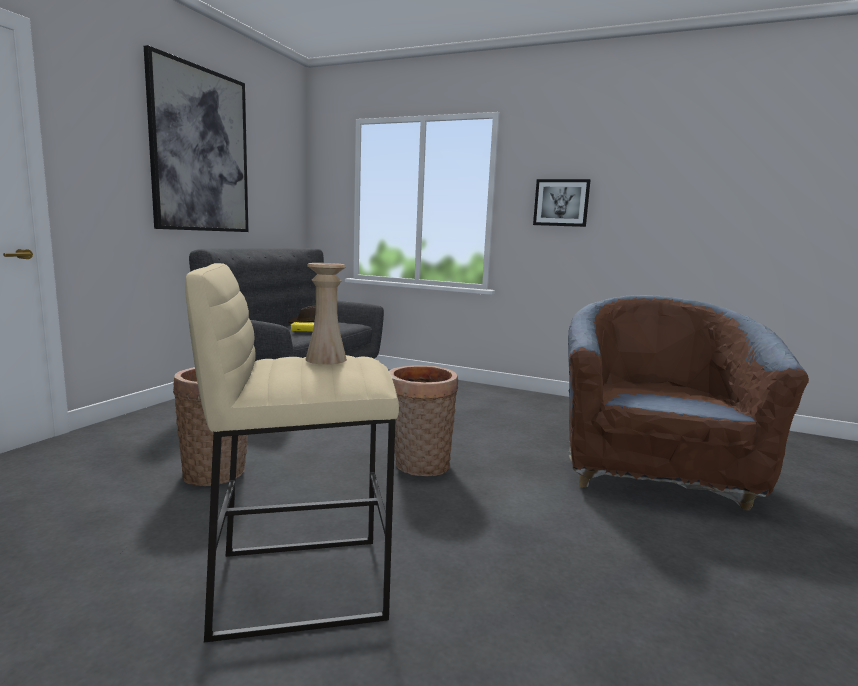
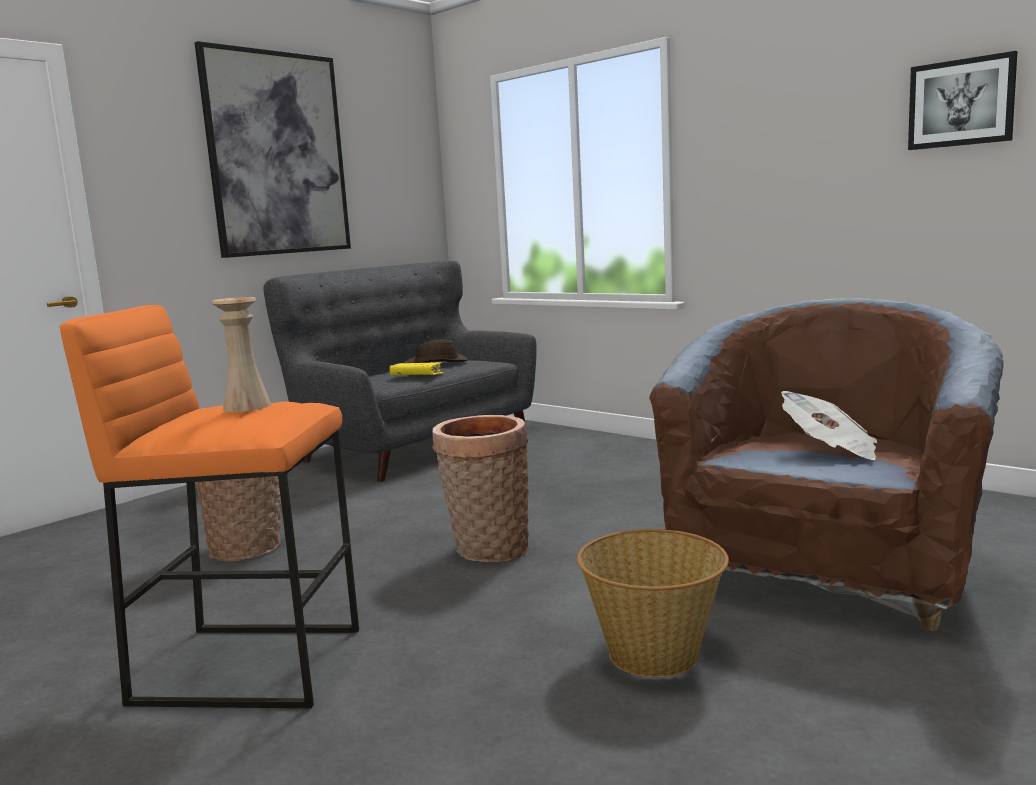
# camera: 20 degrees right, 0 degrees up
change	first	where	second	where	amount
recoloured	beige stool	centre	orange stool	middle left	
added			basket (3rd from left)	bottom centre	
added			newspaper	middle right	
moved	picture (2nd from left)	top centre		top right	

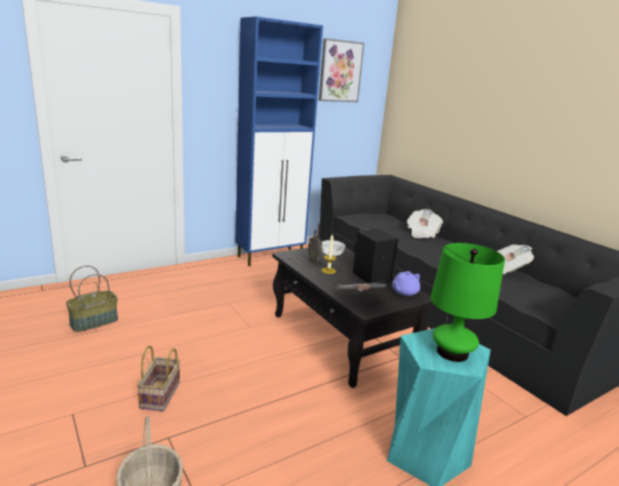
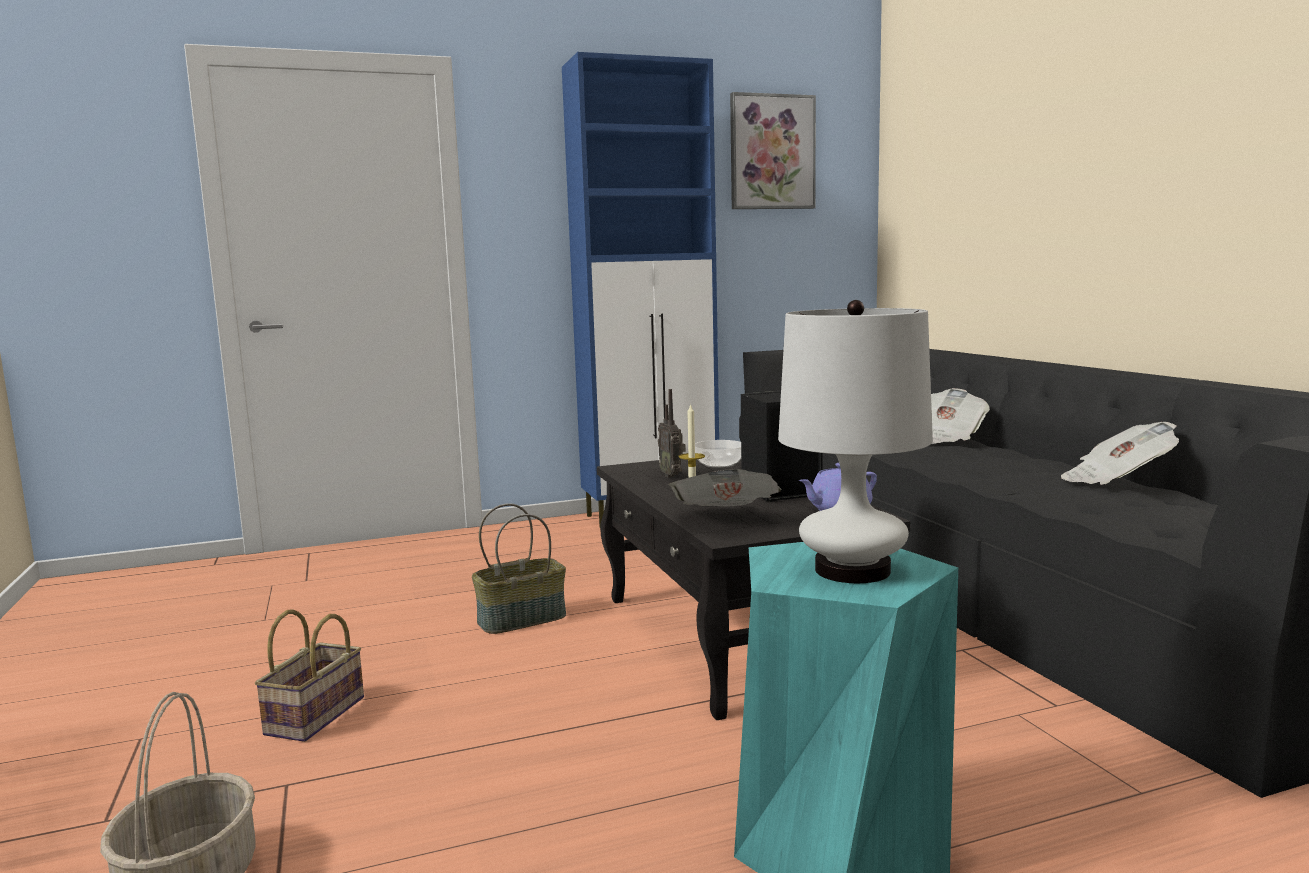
# camera: 15 degrees right, 10 degrees down
change	first	where	second	where	amount
moved	basket (1st from left in the first image)	middle left	basket (3rd from left)	centre	
recoloured	green table lamp	middle right	white table lamp	centre	

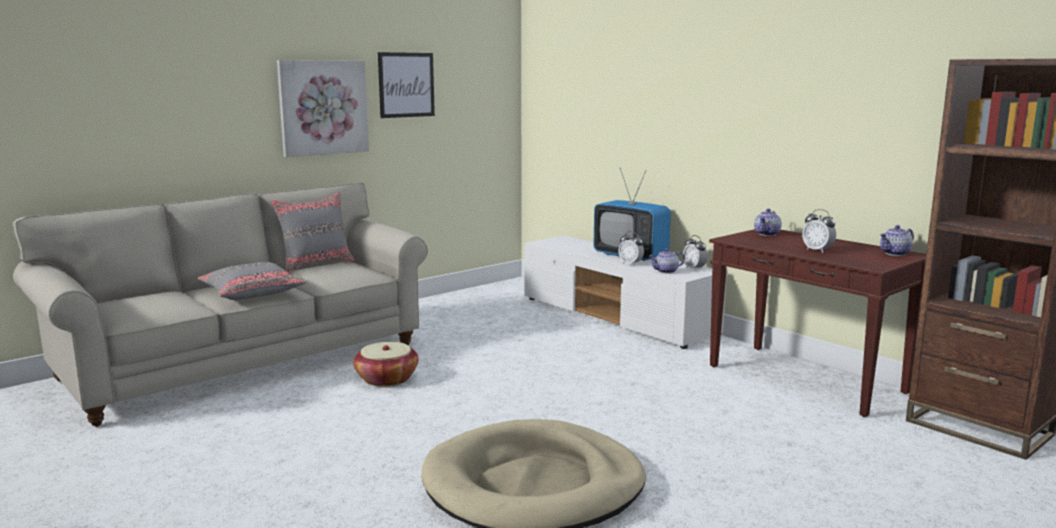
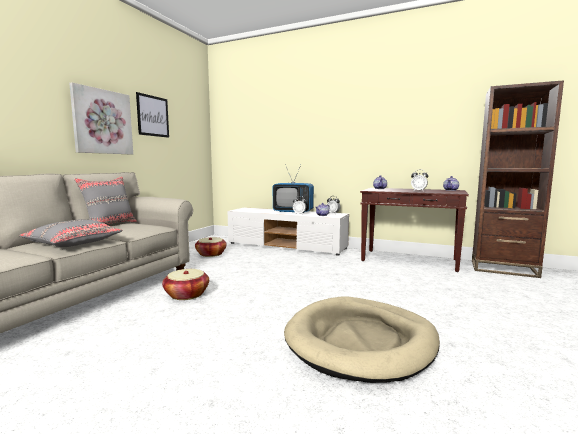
# camera: 25 degrees left, 5 degrees down
change	first	where	second	where	amount
added			basket (2nd from left)	centre	

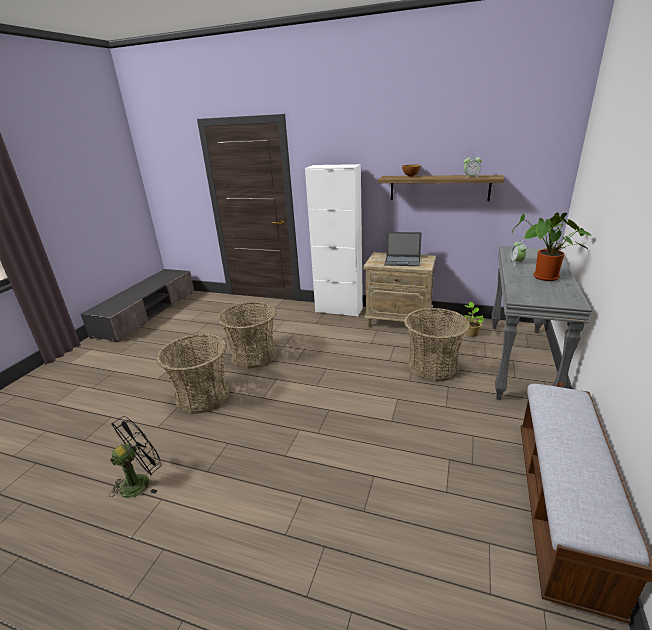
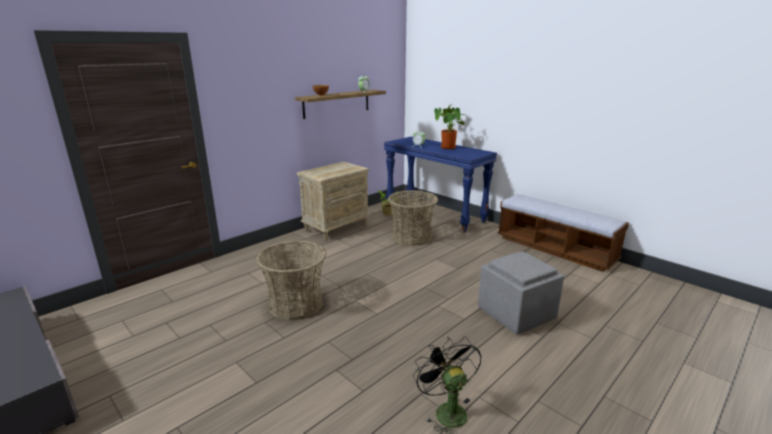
# camera: 65 degrees left, 5 degrees down
change	first	where	second	where	amount
recoloured	grey console table	middle right	blue console table	centre	
added			grey ottoman	bottom right	
removed	basket (1st from left)	middle left			
removed	white cabinet	centre			
removed	laptop	centre			

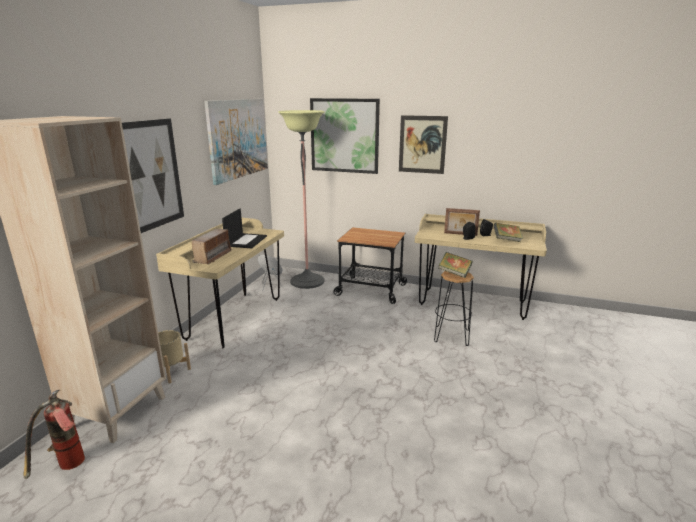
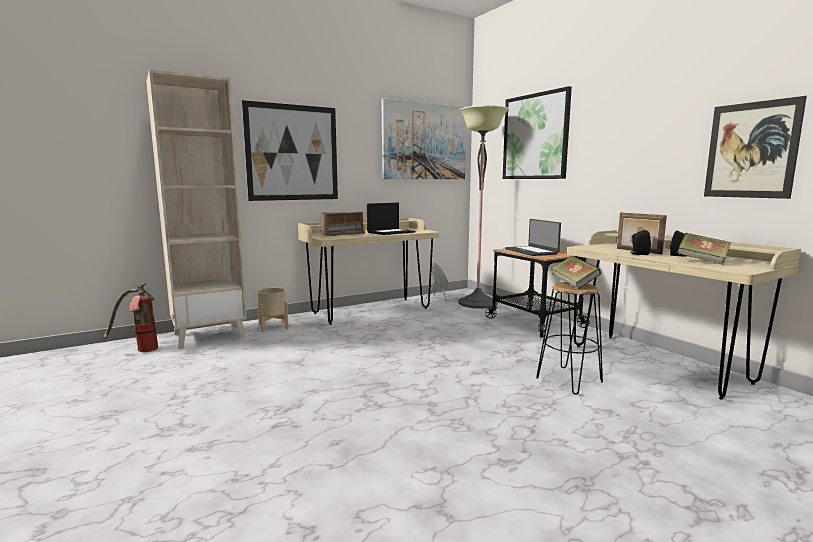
# camera: 40 degrees right, 10 degrees down
change	first	where	second	where	amount
added			laptop (2nd from left)	centre	
moved	picture (4th from left)	top centre		top right	

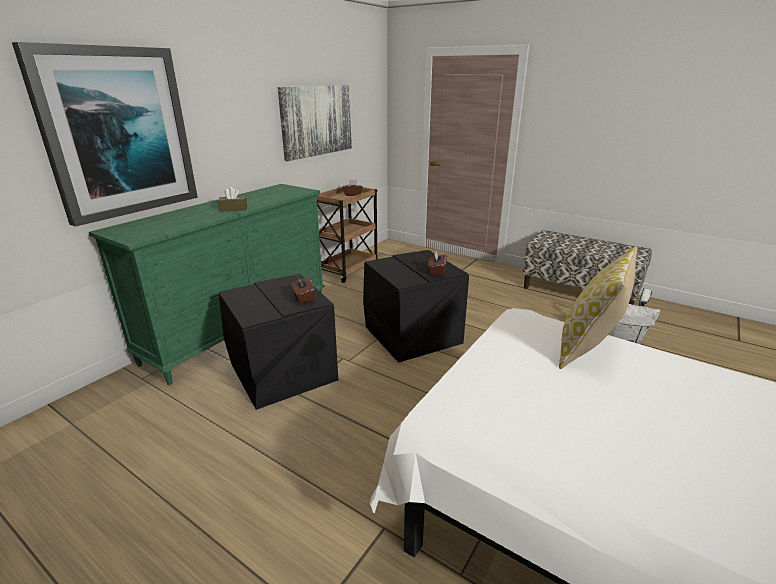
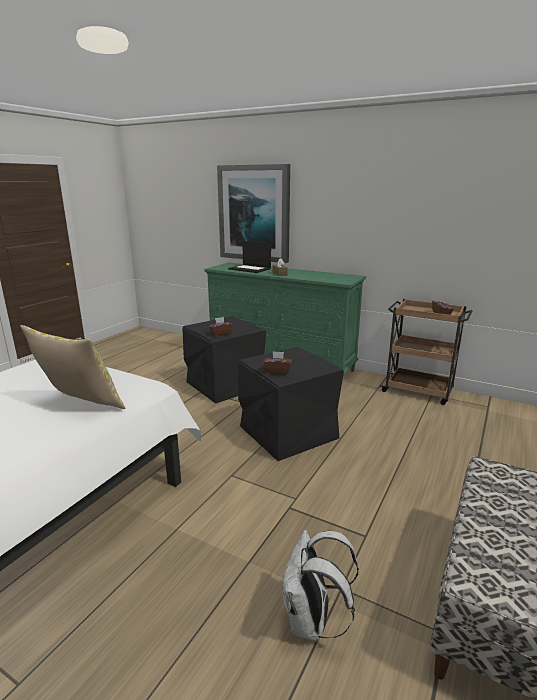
# camera: 85 degrees right, 5 degrees down
change	first	where	second	where	amount
added			laptop	centre	
removed	picture (2nd from left)	top centre			

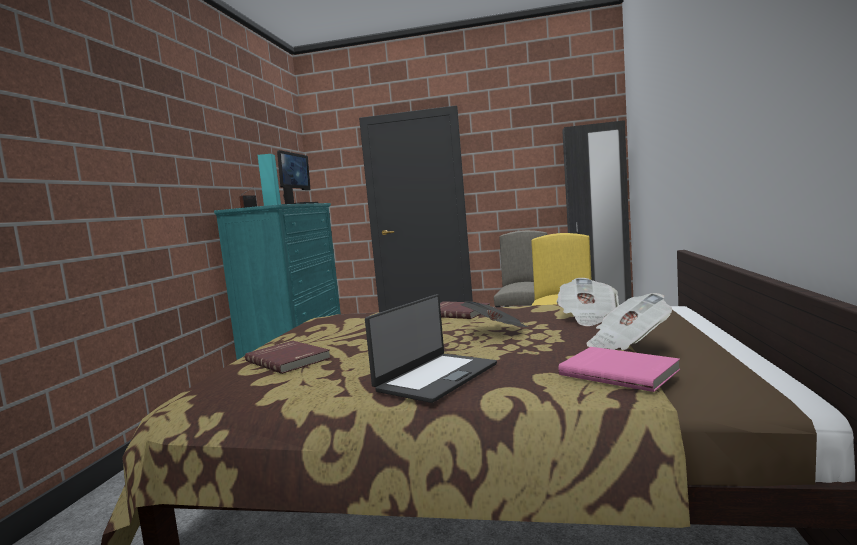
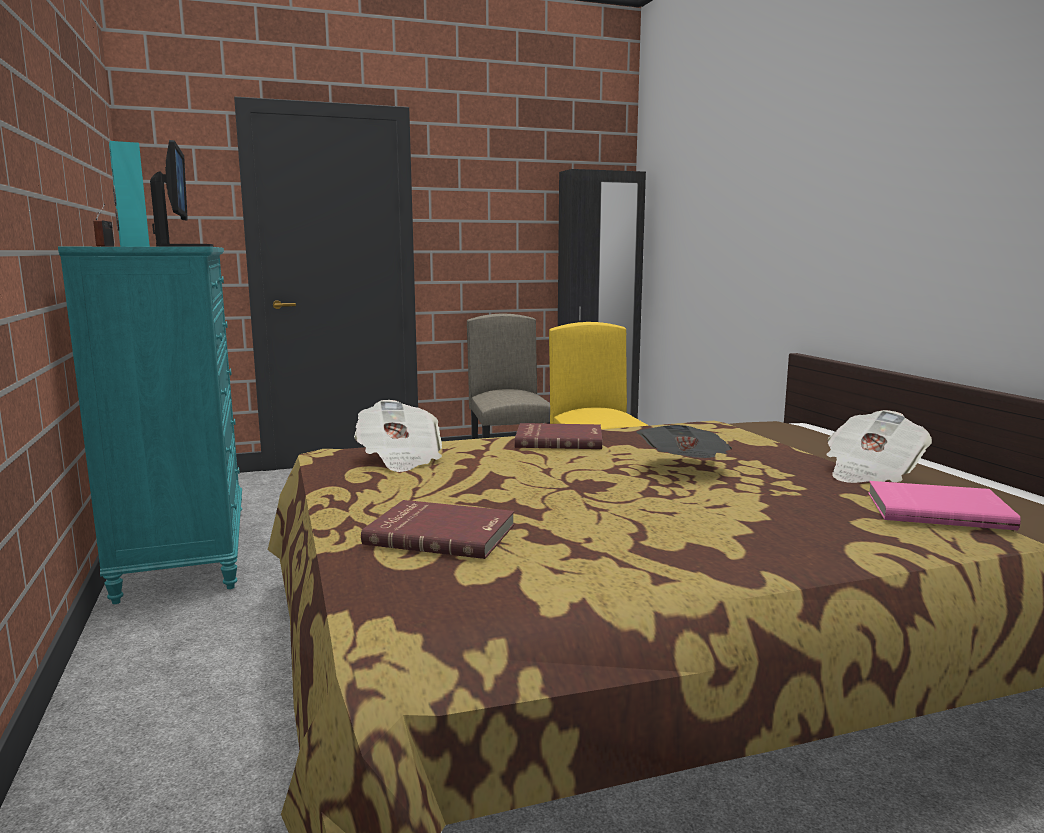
# camera: 30 degrees left, 5 degrees up
change	first	where	second	where	amount
moved	newspaper (2nd from left in the first image)	middle right	newspaper (1st from left)	centre	
removed	laptop	centre			

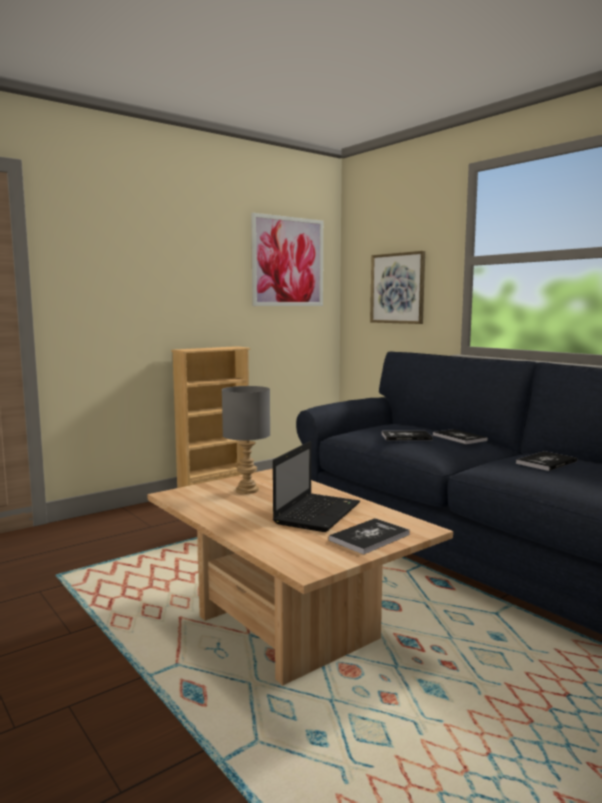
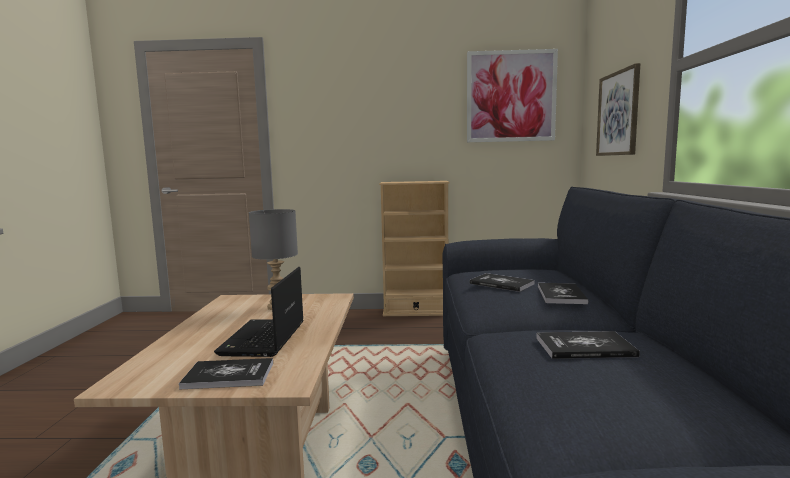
# camera: 40 degrees right, 0 degrees up
change	first	where	second	where	amount
turned	laptop	centre		middle left	120 degrees clockwise

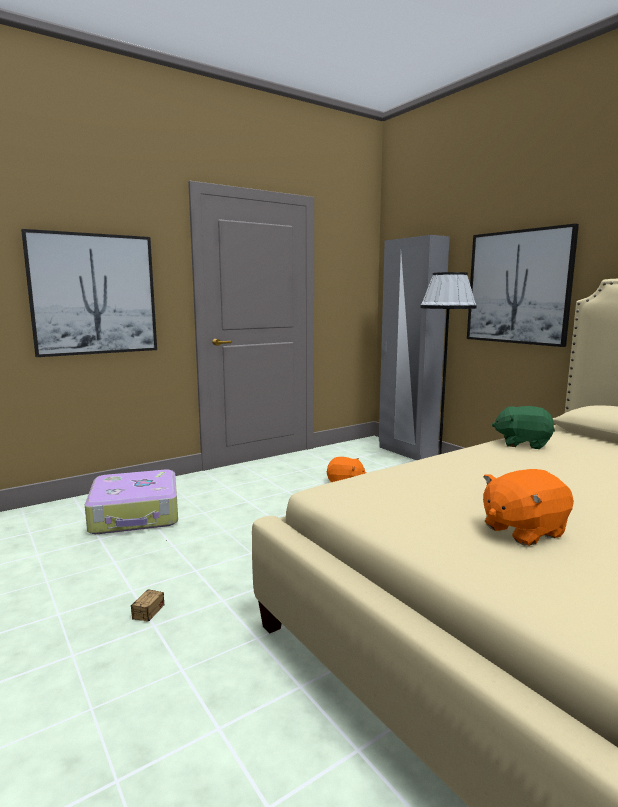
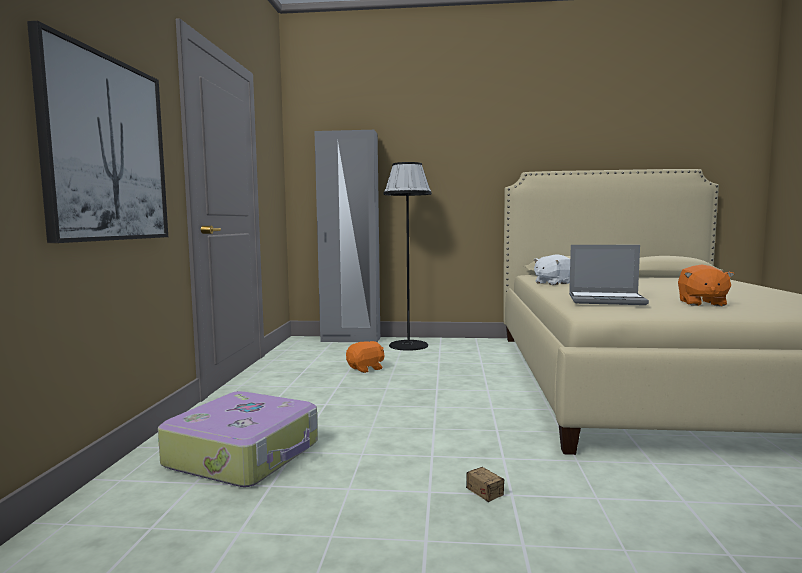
# camera: 50 degrees left, 5 degrees down
change	first	where	second	where	amount
recoloured	green plush toy	middle right	white plush toy	middle right	
added			laptop	middle right	
removed	picture (2nd from left)	middle right			

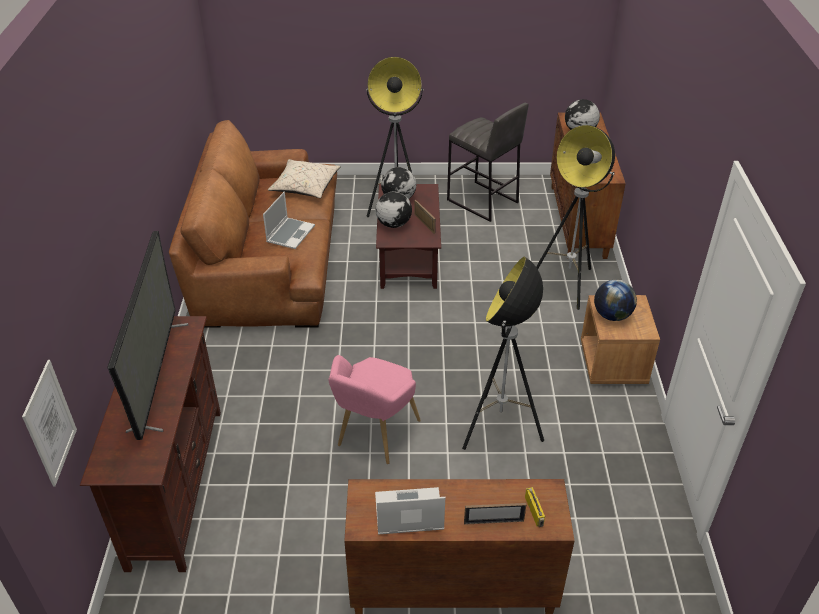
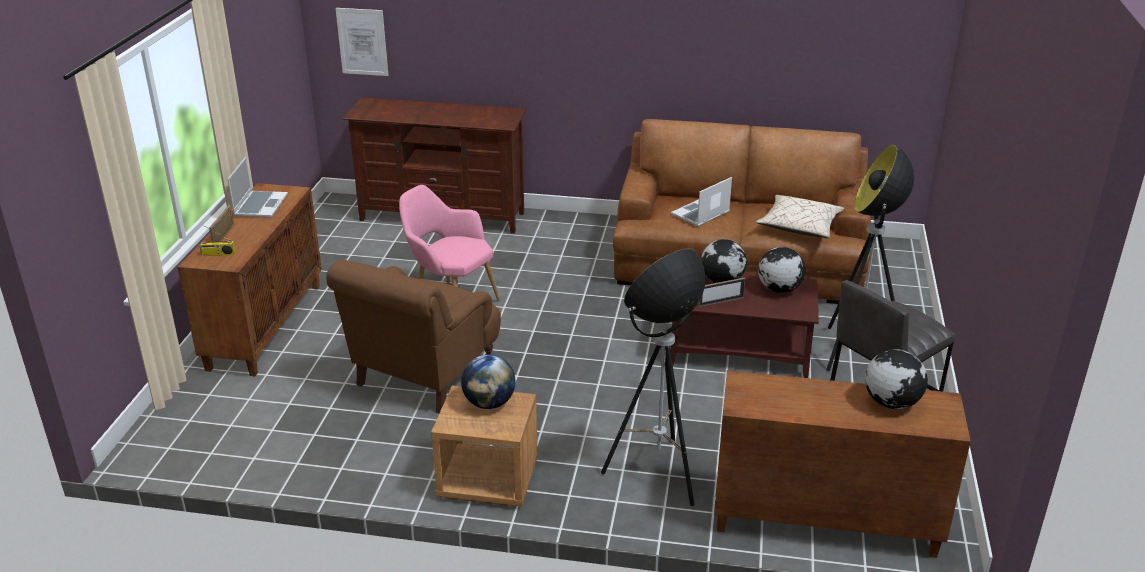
# camera: 100 degrees right, 10 degrees down
change	first	where	second	where	amount
replaced	floor lamp (2nd from left)	centre	brown armchair	centre	
turned	laptop (1st from left in the first image)	centre	laptop (2nd from left)	centre	105 degrees clockwise
removed	television	middle left			

